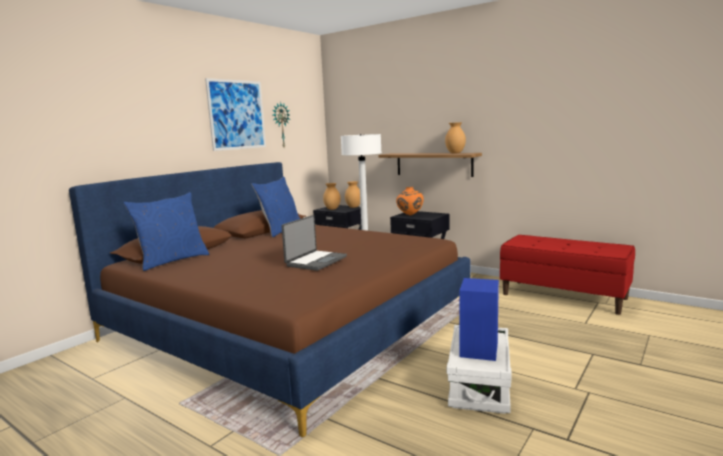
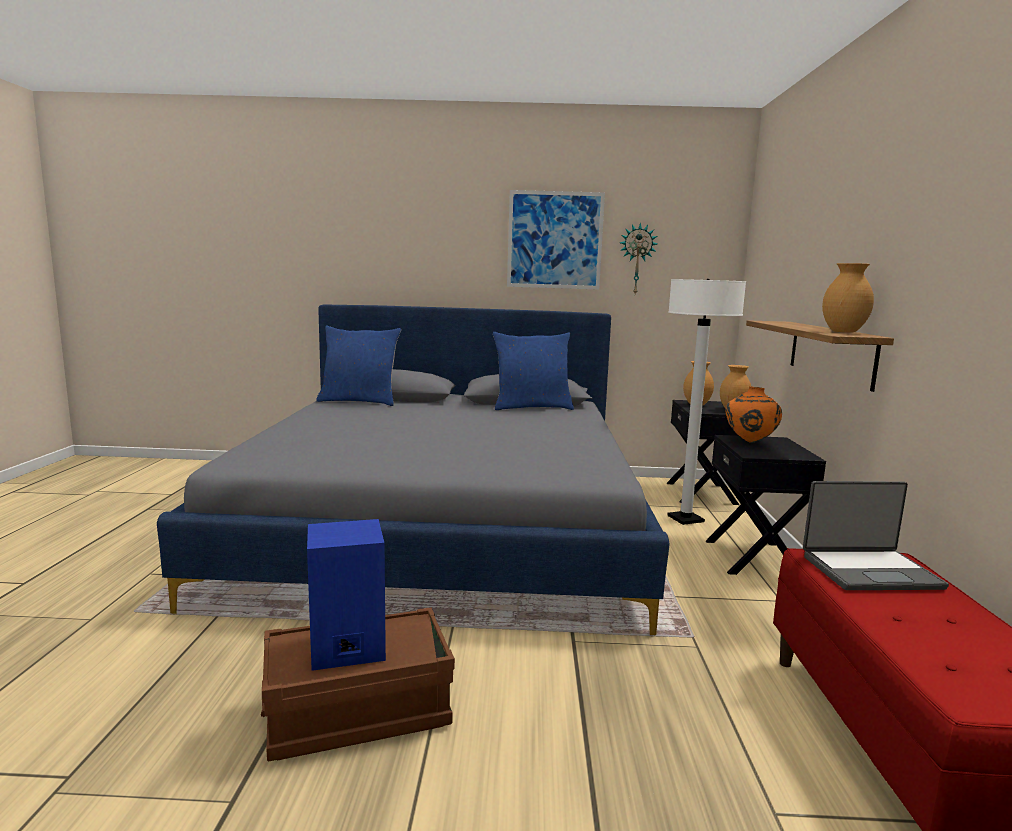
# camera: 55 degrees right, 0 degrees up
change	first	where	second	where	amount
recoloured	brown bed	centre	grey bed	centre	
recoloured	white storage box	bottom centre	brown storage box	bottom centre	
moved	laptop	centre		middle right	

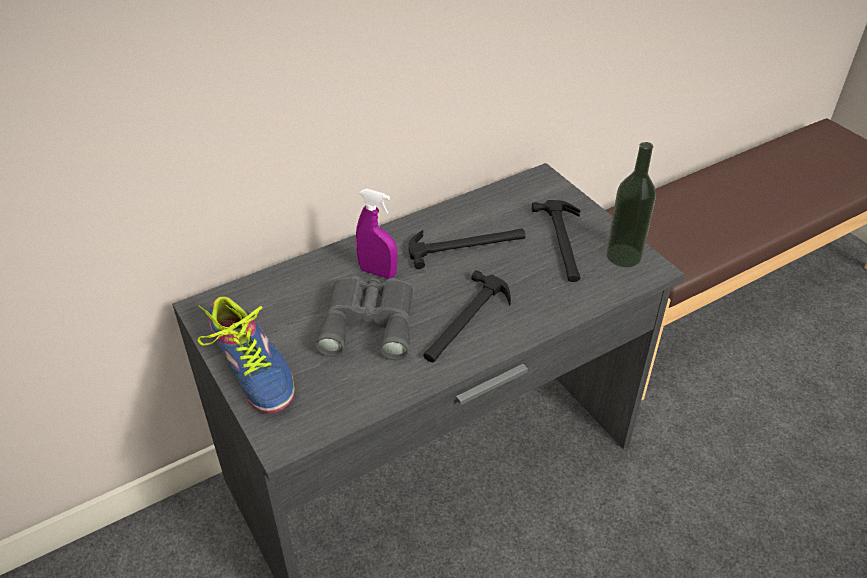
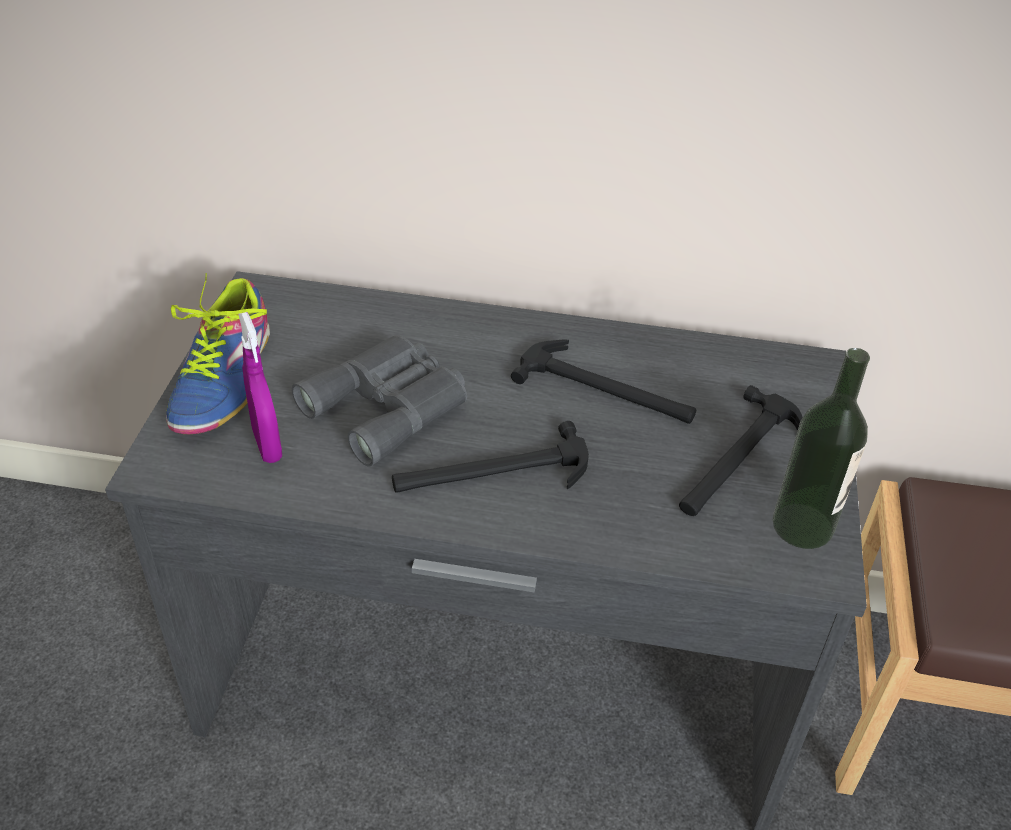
# camera: 40 degrees right, 0 degrees up
change	first	where	second	where	amount
moved	purple spray bottle	centre		middle left	

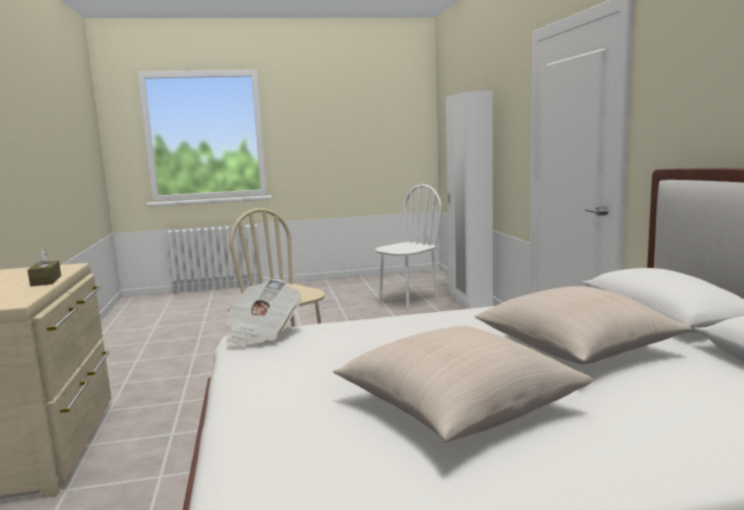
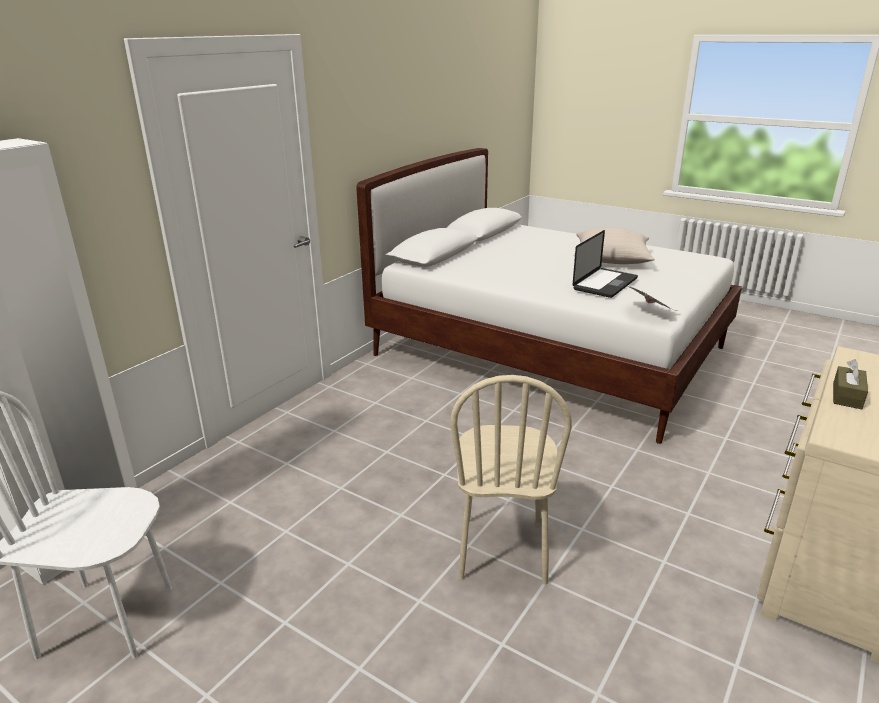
# camera: 135 degrees left, 15 degrees up
change	first	where	second	where	amount
added			laptop	middle right	
removed	beige pillow (2nd from left)	middle right			

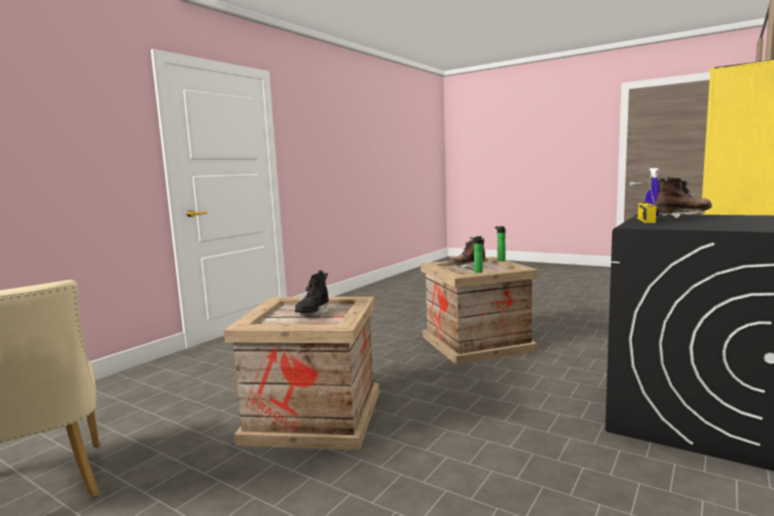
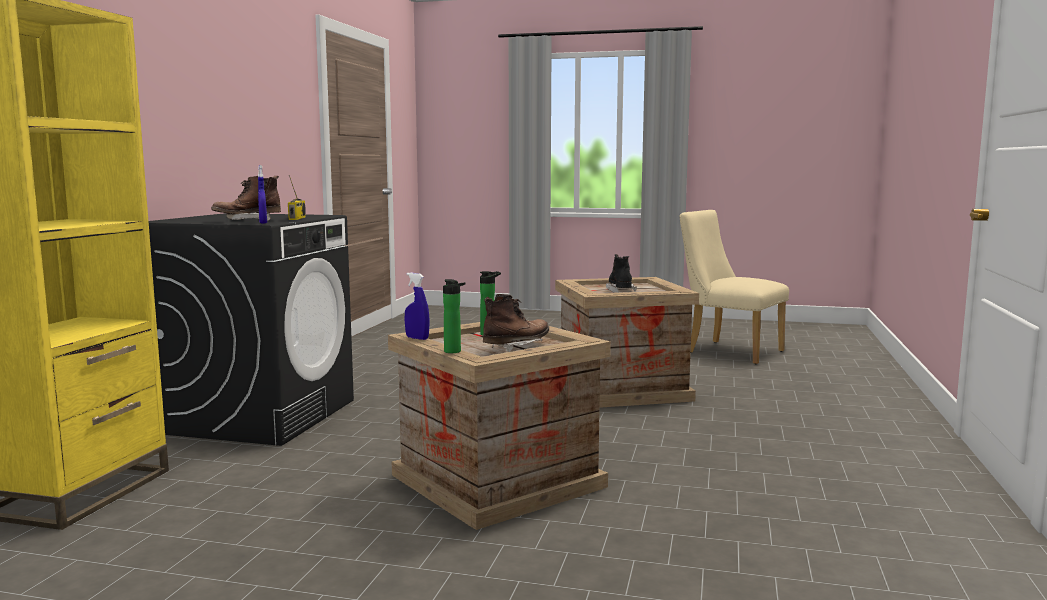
# camera: 160 degrees right, 0 degrees up
change	first	where	second	where	amount
added			blue spray bottle (2nd from left)	centre	

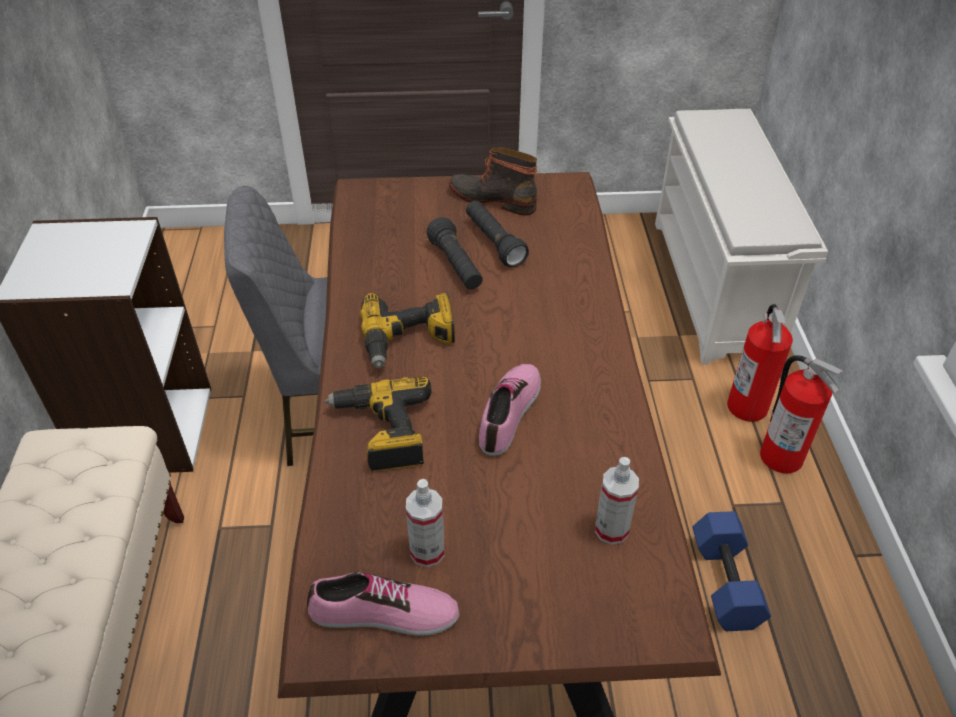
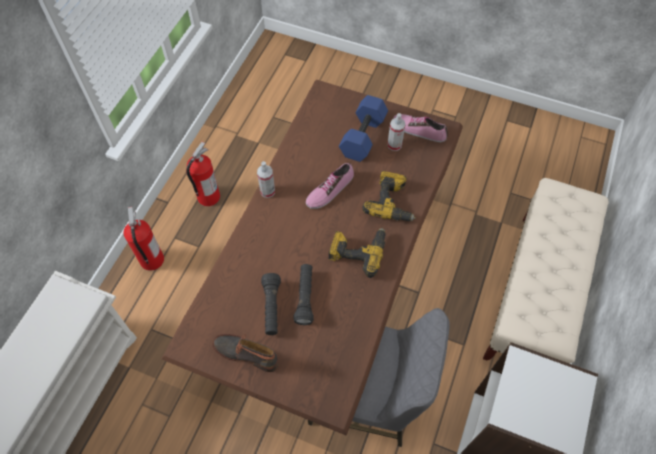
# camera: 155 degrees left, 15 degrees up
change	first	where	second	where	amount
moved	fire extinguisher (1st from left in the first image)	middle right	fire extinguisher (2nd from left)	middle left	
turned	boot	top centre		bottom centre	150 degrees clockwise
moved	spray bottle (2nd from left in the first image)	bottom centre	spray bottle (1st from left)	centre	
moved	blue dumbbell	bottom right		top centre	

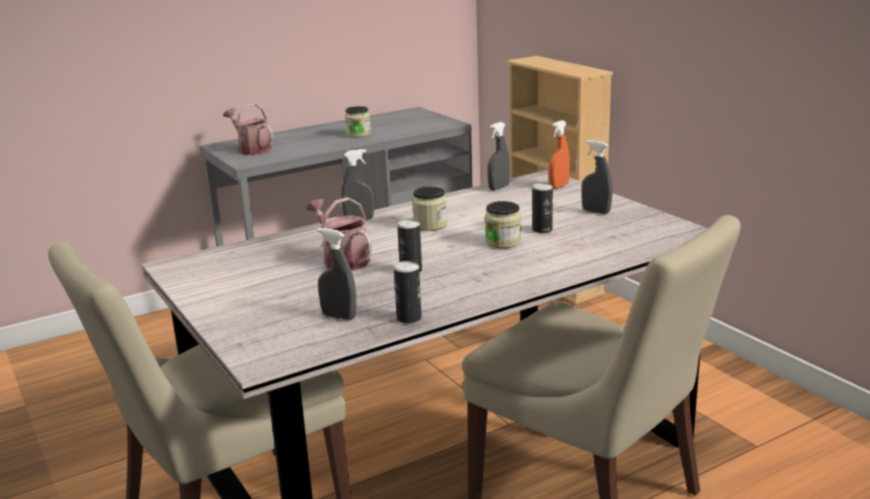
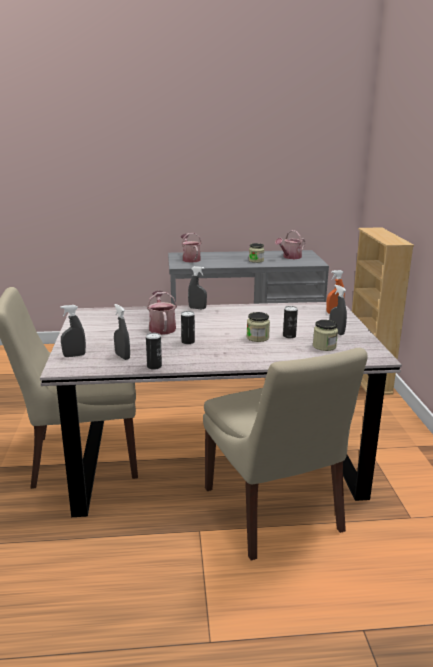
# camera: 25 degrees right, 0 degrees up
change	first	where	second	where	amount
moved	grey spray bottle (3rd from left in the first image)	top centre	grey spray bottle (1st from left)	middle left	
added			watering can (3rd from left)	middle right	
moved	jar (2nd from left in the first image)	centre	jar (3rd from left)	middle right	

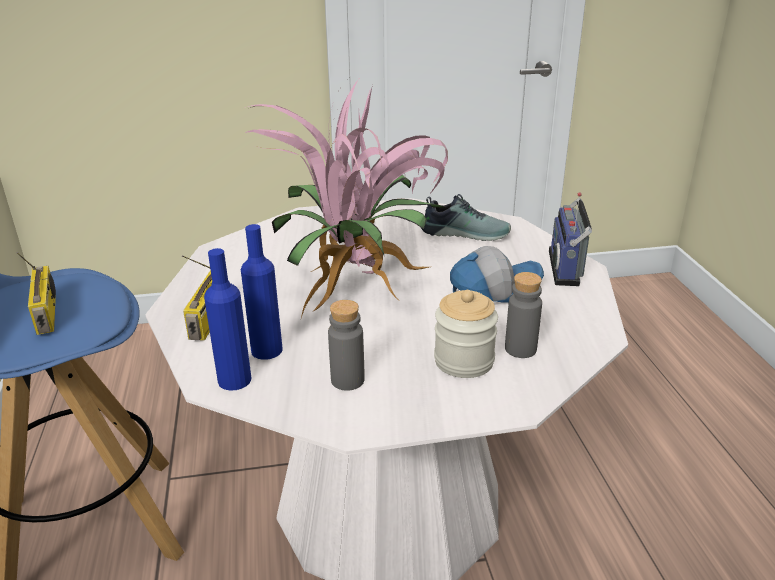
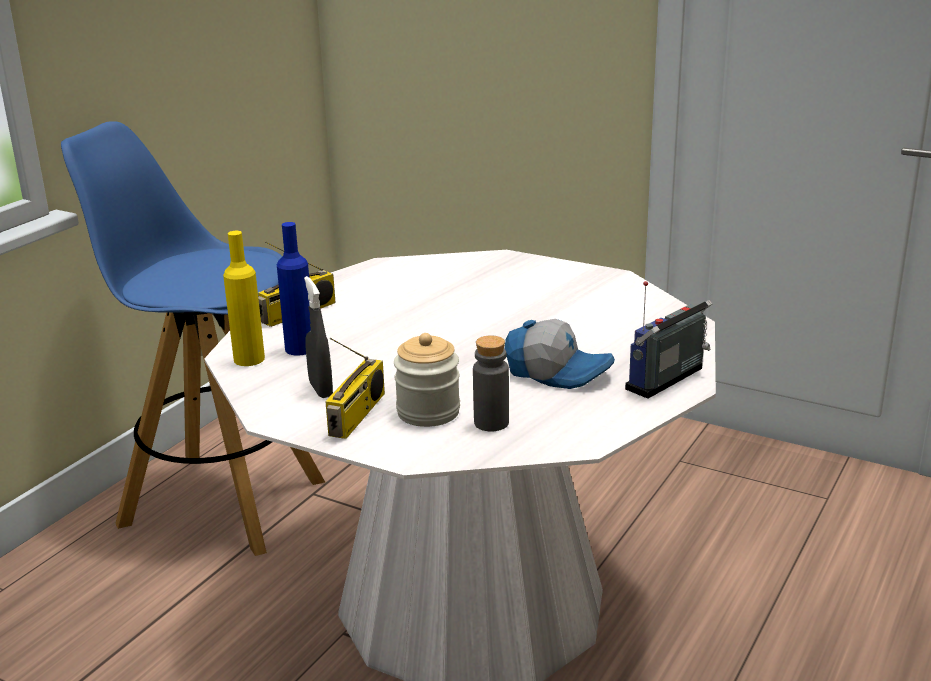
# camera: 40 degrees right, 5 degrees down
change	first	where	second	where	amount
recoloured	blue bottle (1st from left)	middle left	yellow bottle	middle left	
replaced	grey bottle (1st from left)	centre	grey spray bottle	centre	
moved	radio (1st from left in the first image)	middle left	radio (2nd from left)	centre	
removed	potted plant	centre			
removed	shoe	centre			

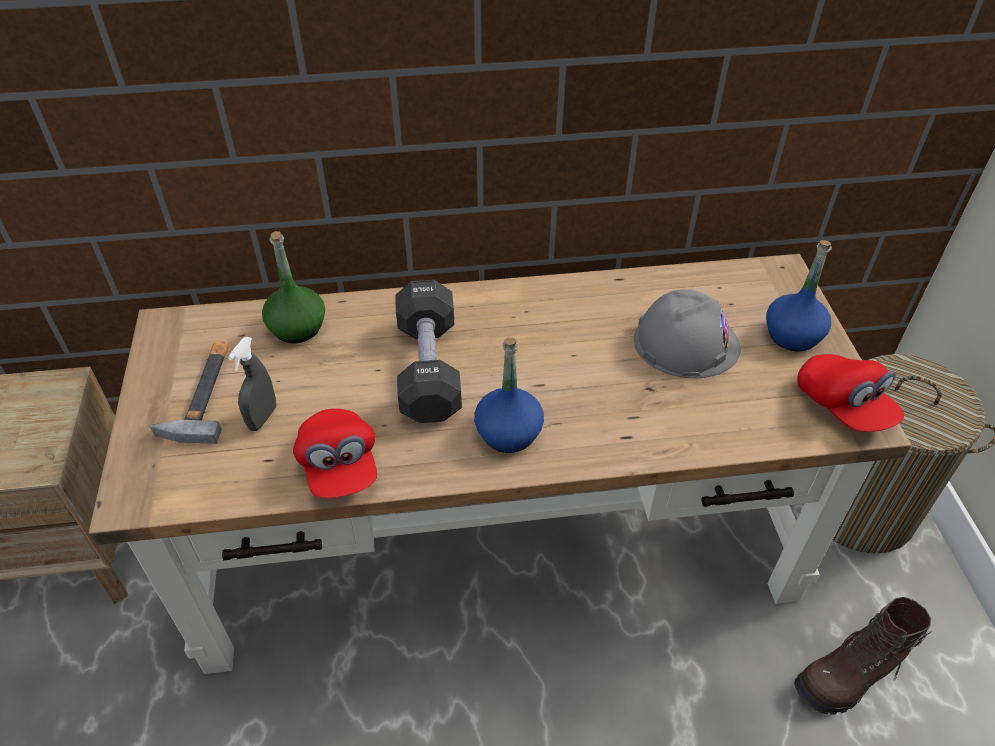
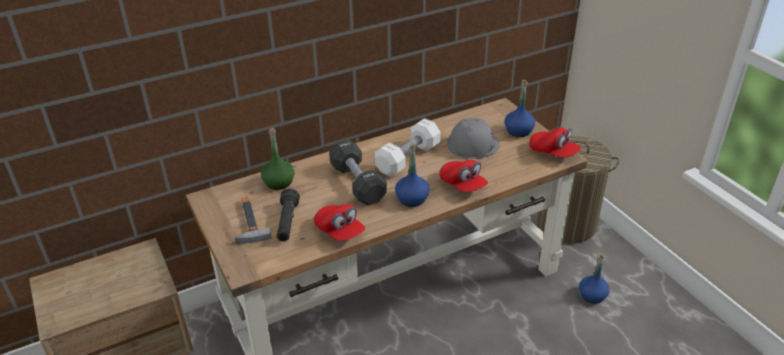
# camera: 20 degrees left, 10 degrees down
change	first	where	second	where	amount
replaced	grey spray bottle	middle left	black flashlight	centre	
added			white dumbbell	centre	
added			red cap (2nd from left)	centre	
replaced	brown boot	bottom right	blue bottle (3rd from left)	bottom right	

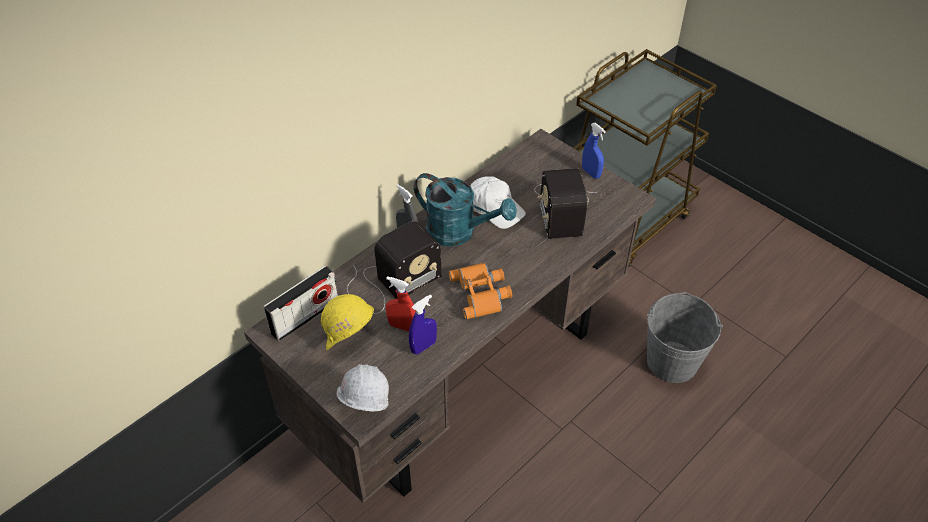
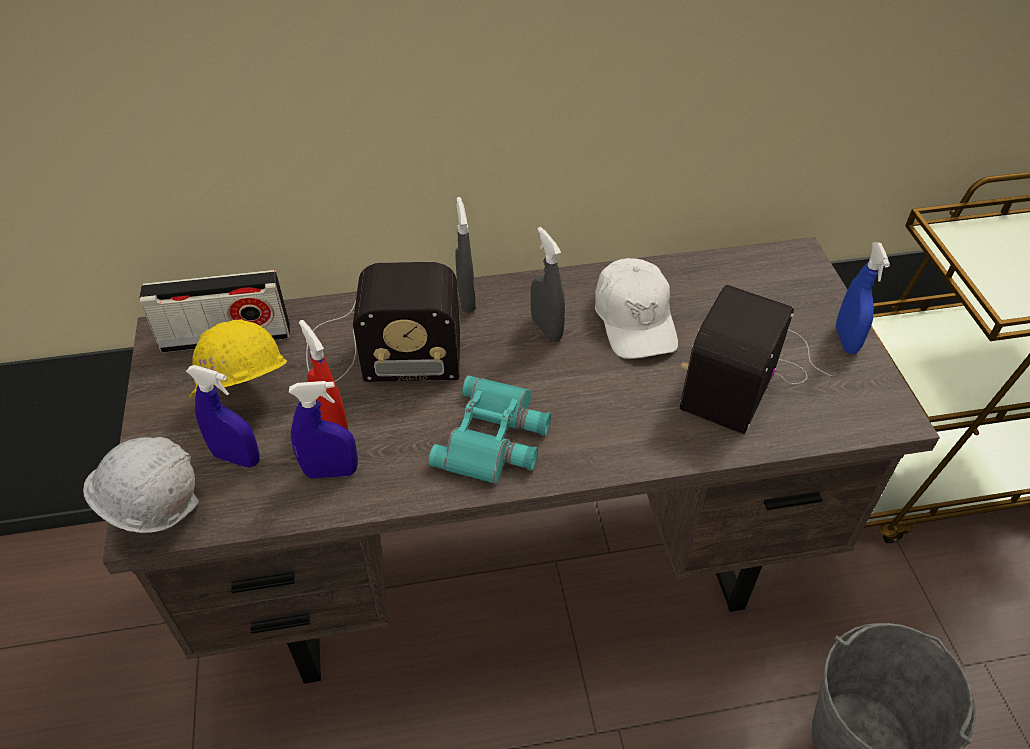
# camera: 35 degrees right, 0 degrees up
change	first	where	second	where	amount
added			blue spray bottle (1st from left)	middle left	
recoloured	orange binoculars	centre	turquoise binoculars	centre	
replaced	turquoise watering can	centre	grey spray bottle (2nd from left)	centre	

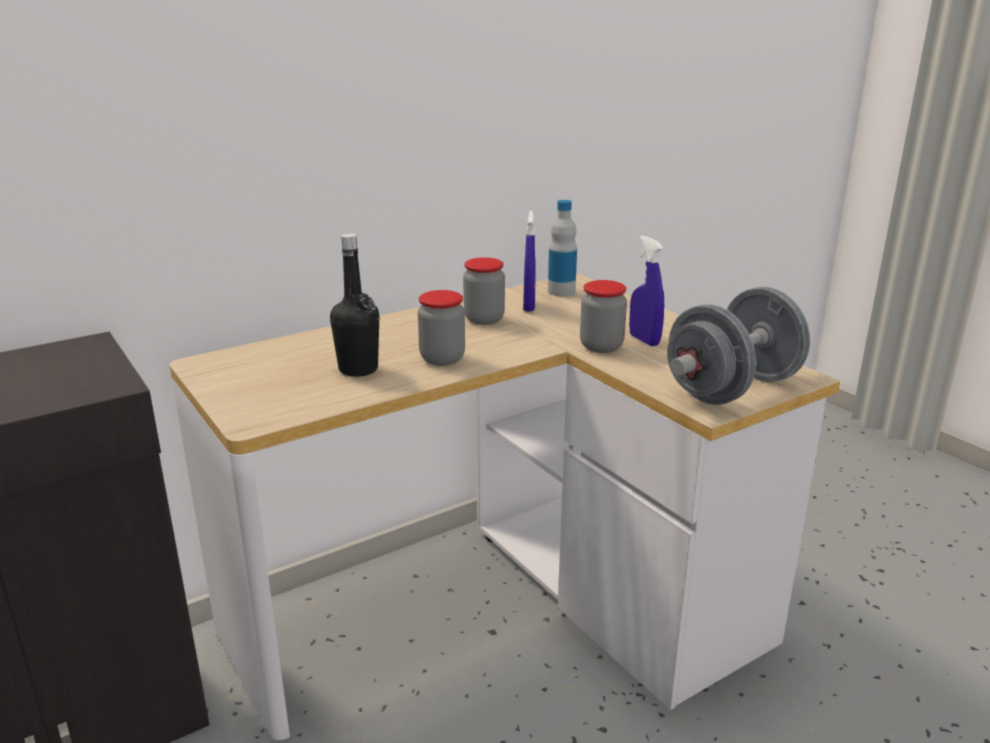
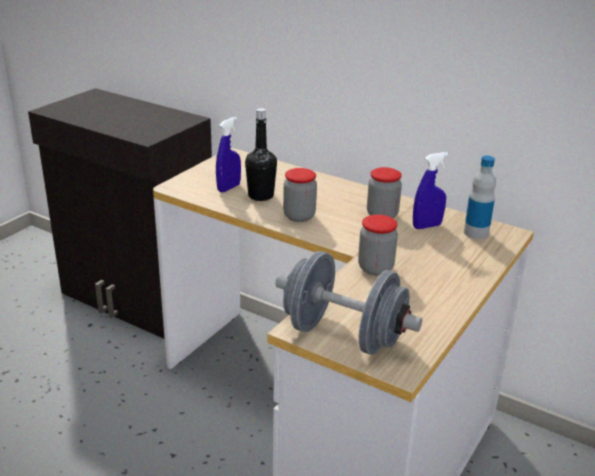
# camera: 65 degrees right, 5 degrees up
change	first	where	second	where	amount
moved	blue spray bottle (2nd from left in the first image)	centre	blue spray bottle (1st from left)	top centre	

